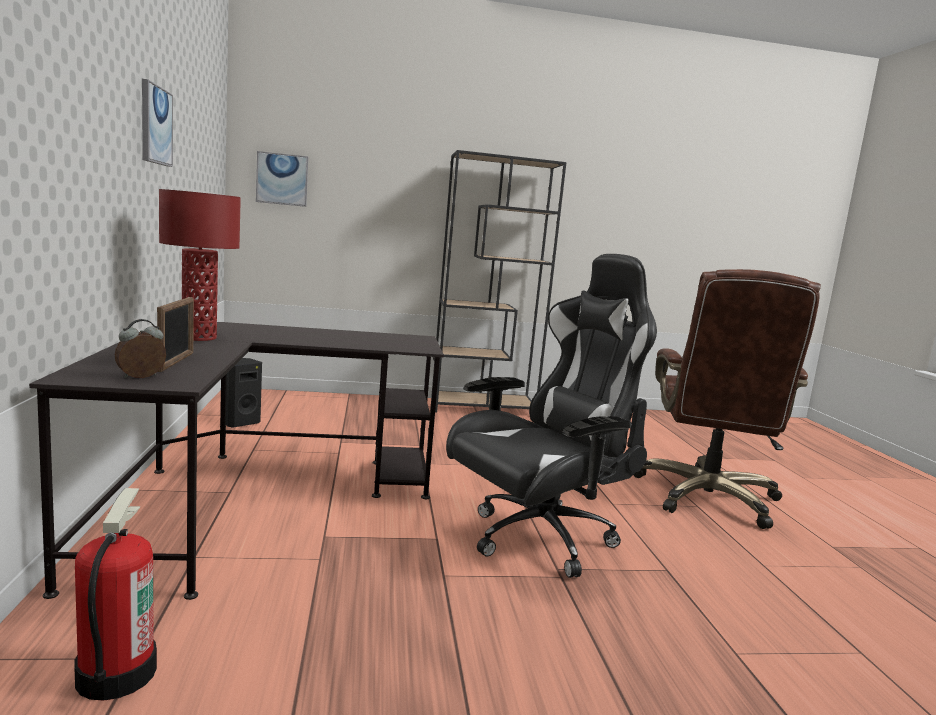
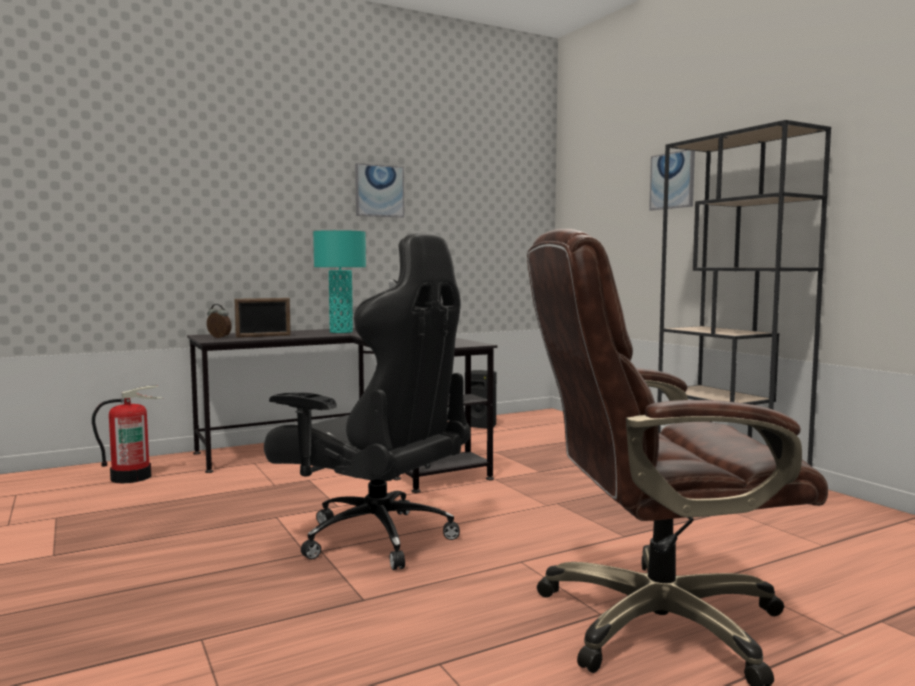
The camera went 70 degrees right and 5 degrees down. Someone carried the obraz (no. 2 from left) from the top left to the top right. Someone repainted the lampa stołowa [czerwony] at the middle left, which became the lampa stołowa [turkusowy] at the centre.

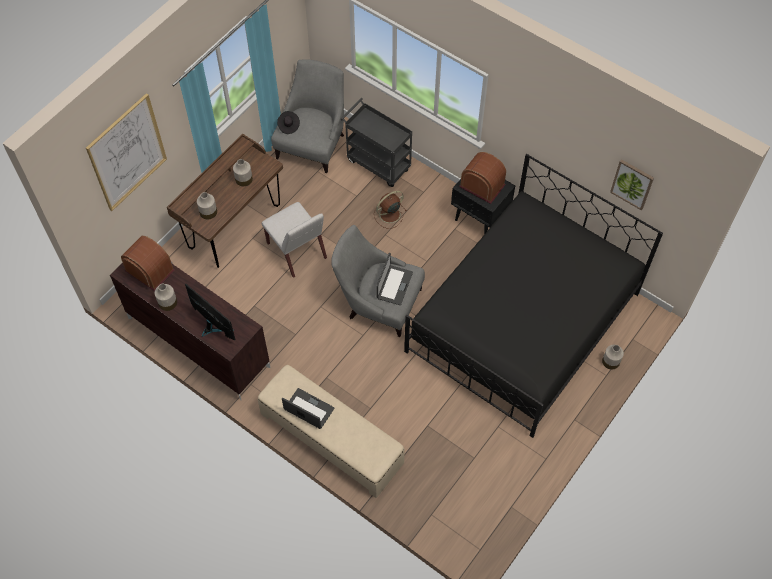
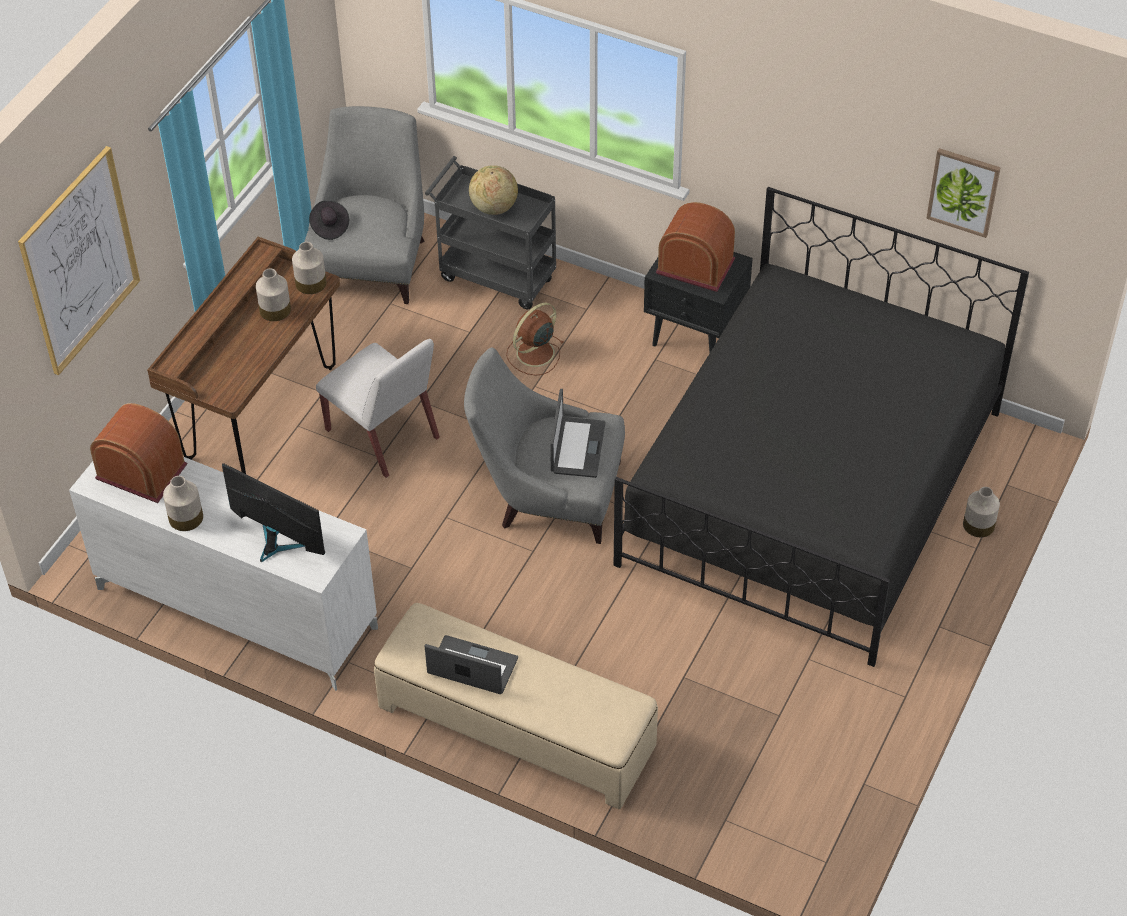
The camera went 10 degrees left and 10 degrees down. Someone put down the globus at the top centre. Someone carried the wazon [beżowy] (no. 2 from left in the first image) from the middle left to the top left. Someone repainted the komoda [brązowy] at the middle left, which became the komoda [biały] at the middle left.

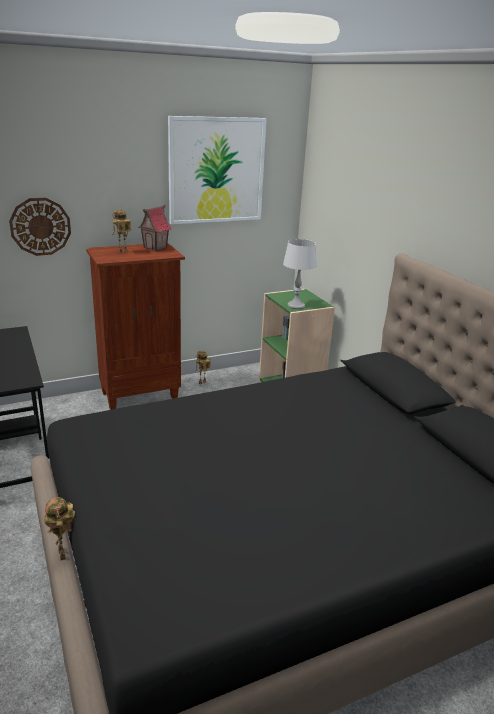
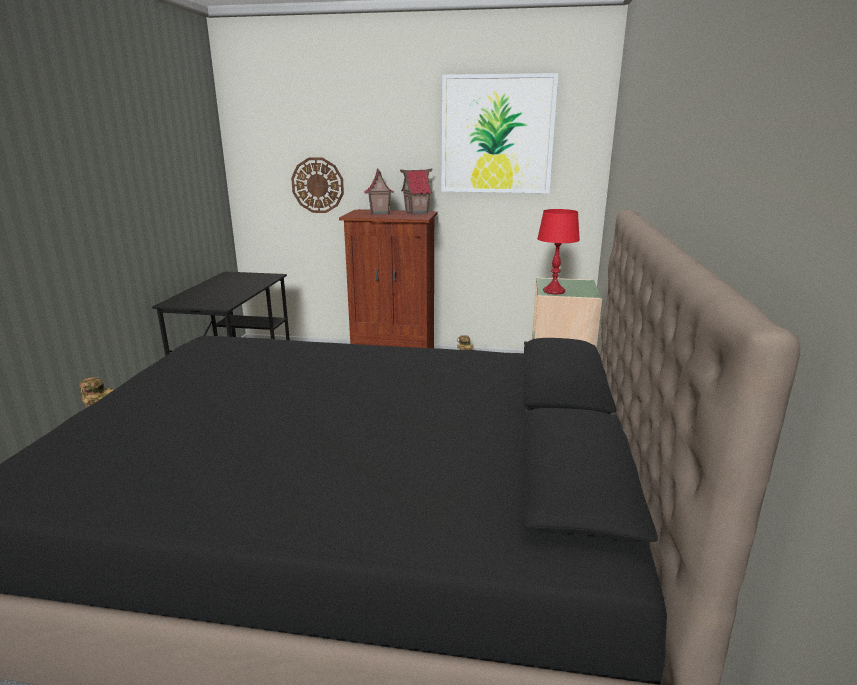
The camera went 35 degrees right and 5 degrees down. Someone swapped the robot zabawkowy (no. 2 from left) at the top left for the domek (no. 1 from left) at the top centre. Someone repainted the lampa stołowa [szary] at the centre, which became the lampa stołowa [czerwony] at the centre.

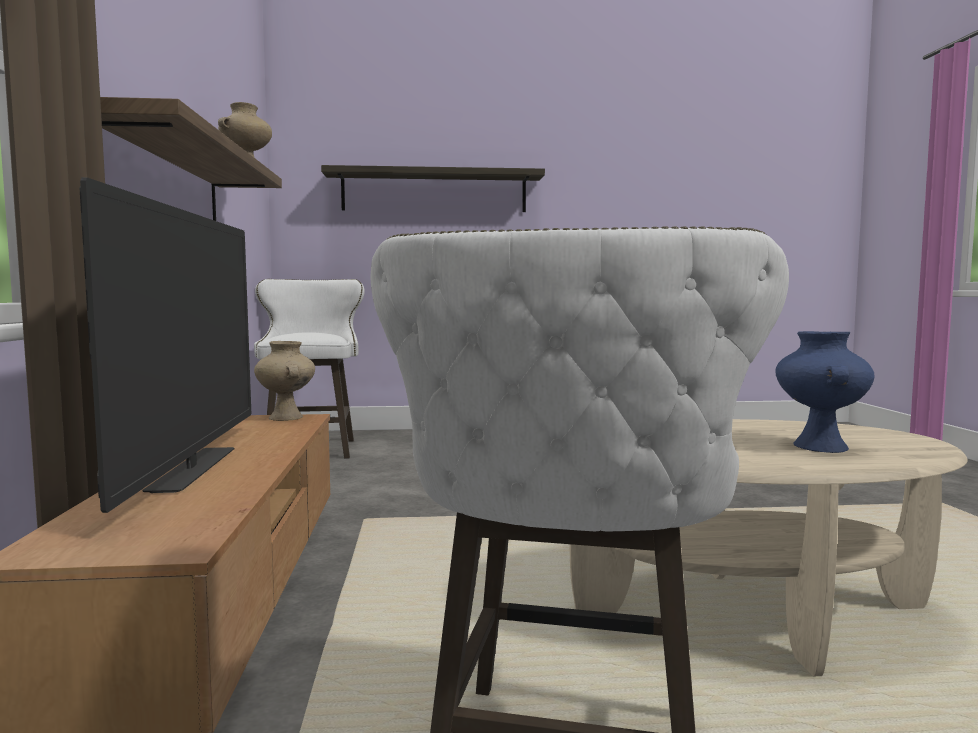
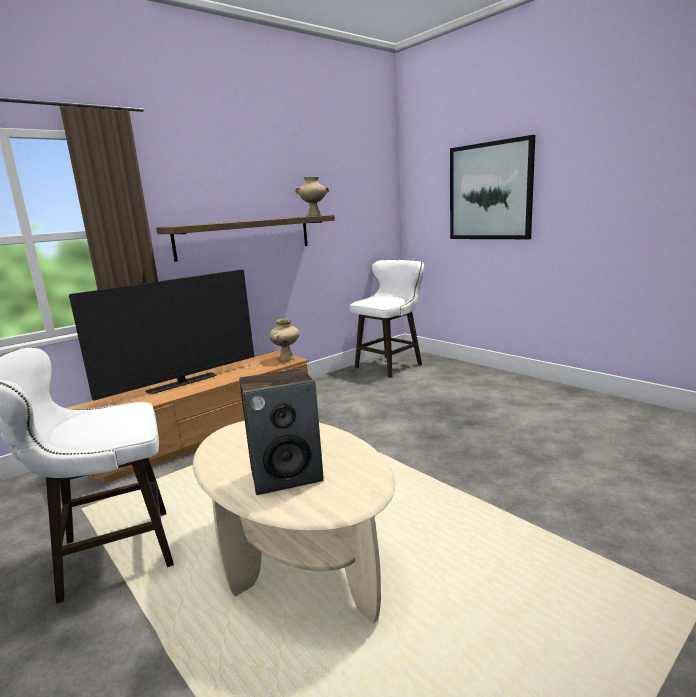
The camera went 55 degrees right and 10 degrees up. Someone swapped the półka (no. 2 from left) at the top centre for the obraz at the top right. Someone swapped the wazon [niebieski] at the middle right for the głośnik at the centre.

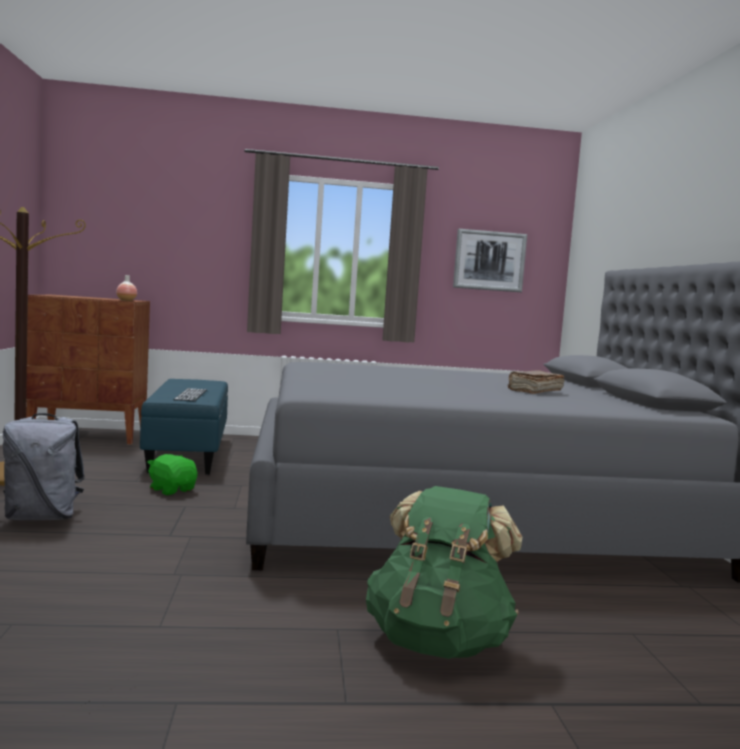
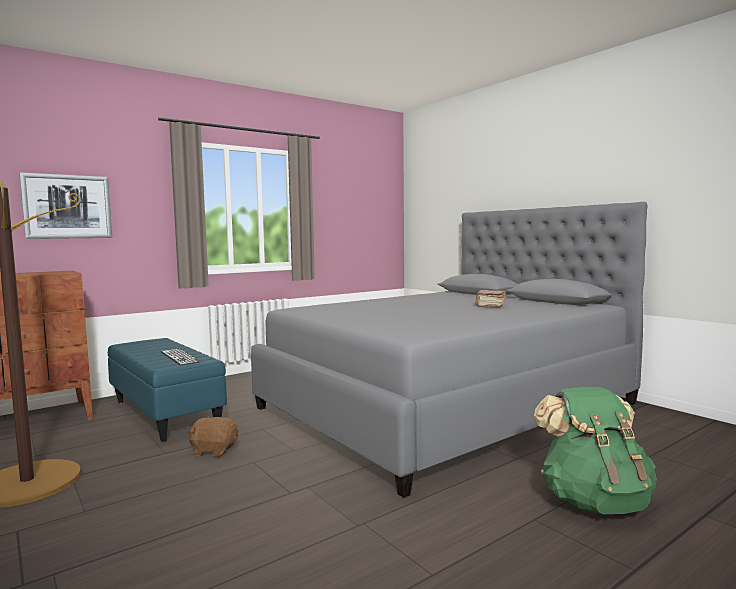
The camera went 30 degrees left and 0 degrees up. Someone took away the plecak [szary] at the middle left. Someone took away the wazon at the middle left. Someone carried the obraz from the centre to the middle left. Someone repainted the pluszak [zielony] at the middle left, which became the pluszak [brązowy] at the bottom left.

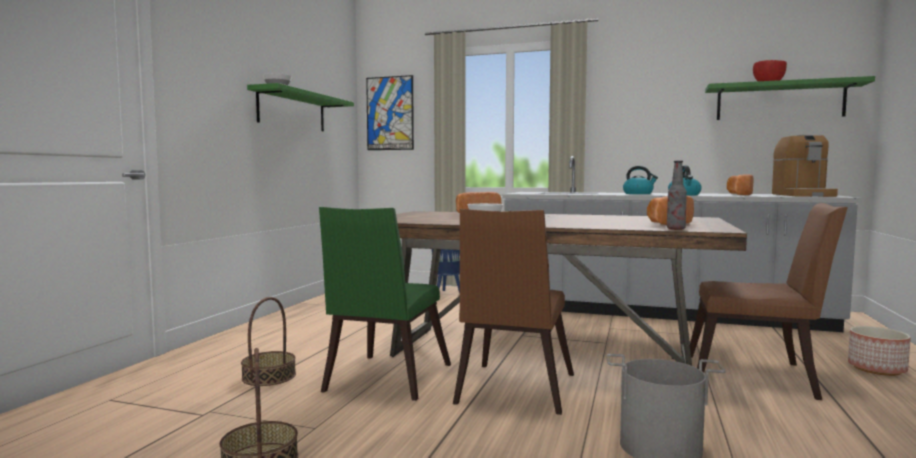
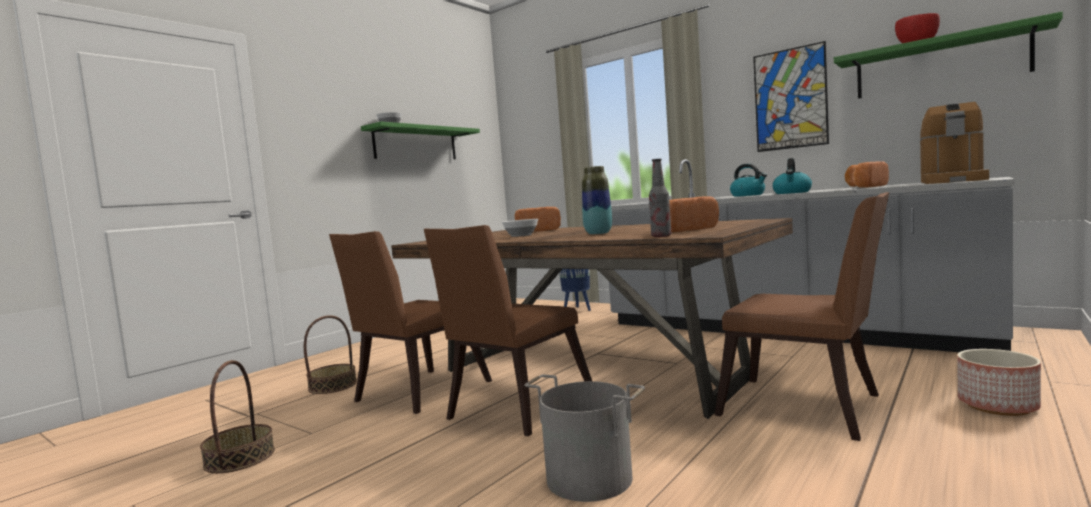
The camera went 20 degrees right and 0 degrees up. Someone put down the wazon at the centre. Someone carried the obraz from the top centre to the top right. Someone repainted the krzesło [zielony] at the centre, which became the krzesło [brązowy] (no. 1 from left) at the centre.

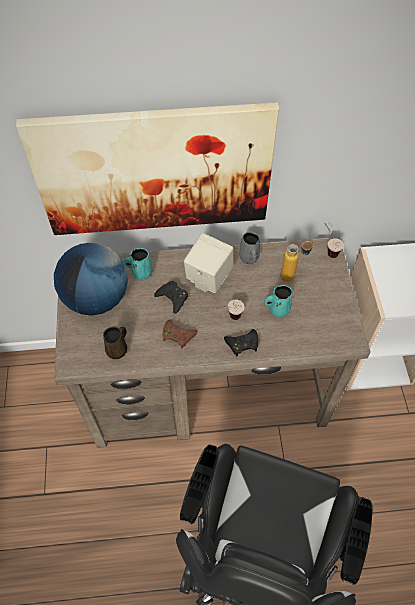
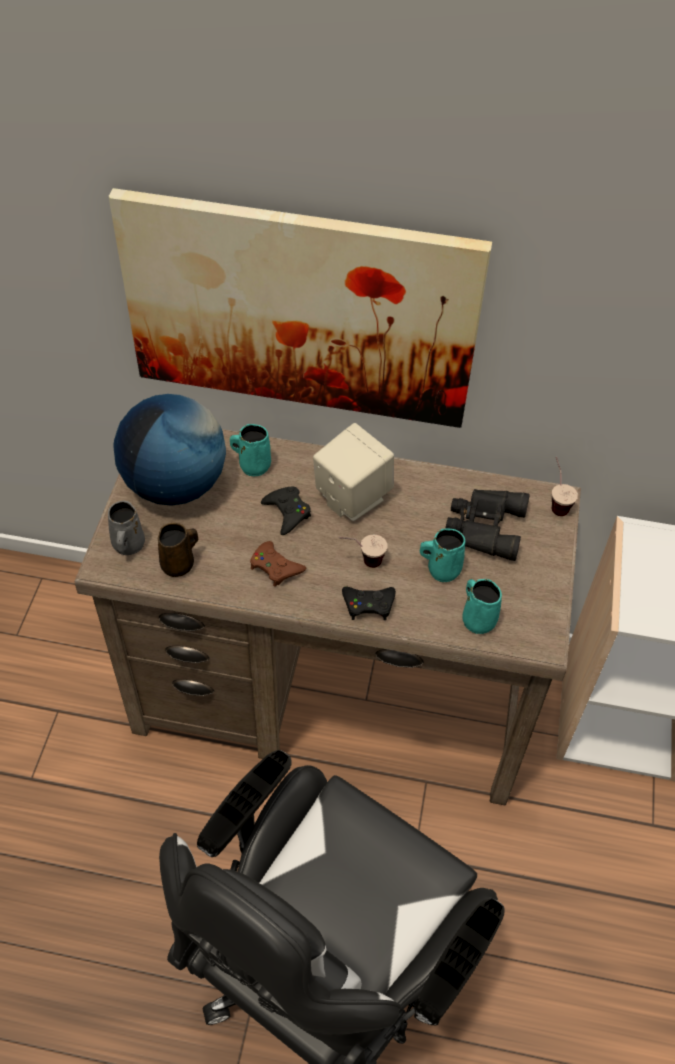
The camera went 15 degrees right and 5 degrees down. Someone put down the kubek [turkusowy] (no. 3 from left) at the middle right. Someone carried the kubek [szary] from the centre to the middle left. Someone swapped the butelka at the middle right for the lornetka [czarny] at the middle right.

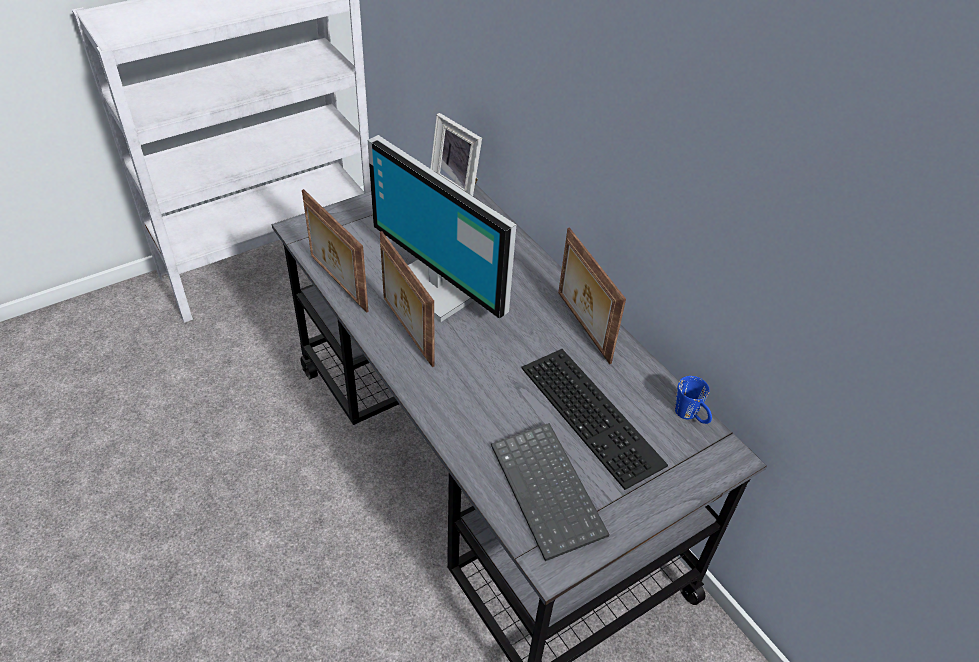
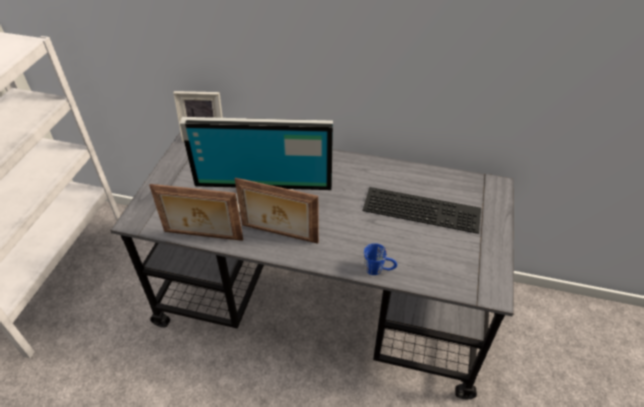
The camera went 40 degrees left and 0 degrees up. Someone took away the klawiatura (no. 1 from left) at the bottom centre. Someone took away the ramka na zdjęcie (no. 4 from left) at the centre. Someone carried the kubek [niebieski] from the middle right to the centre.

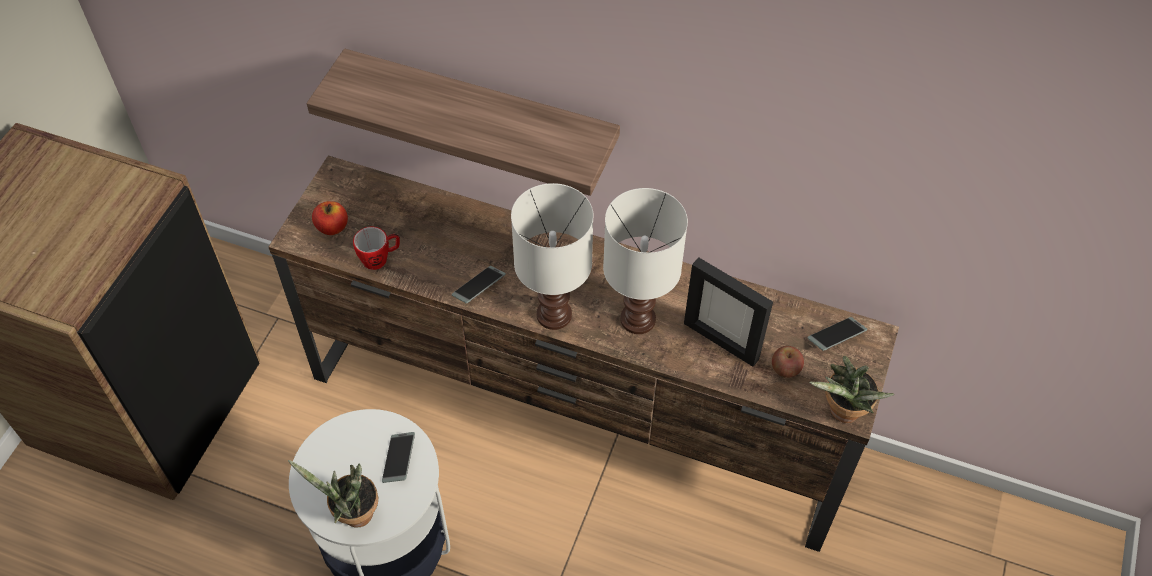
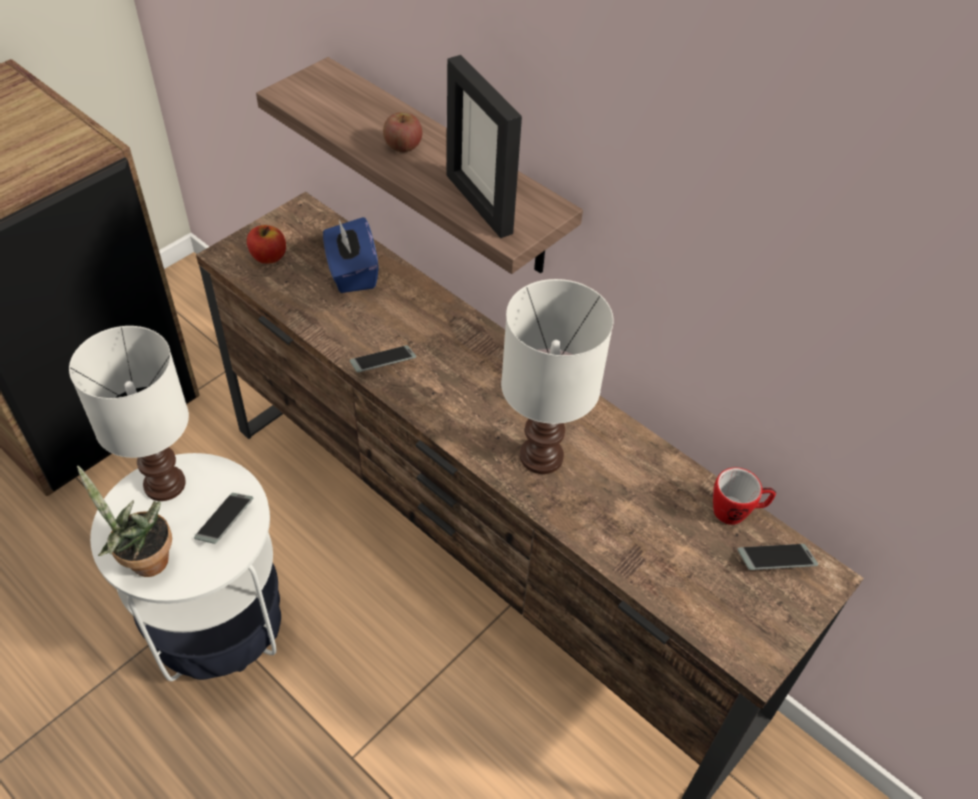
The camera went 20 degrees right and 5 degrees down. Someone took away the roślina doniczkowa (no. 2 from left) at the bottom right. Someone put down the pudełko chusteczek [niebieski] at the top centre. Someone carried the kubek from the middle left to the middle right. Someone carried the lampa stołowa [biały] (no. 1 from left) from the centre to the middle left. Someone carried the ramka na zdjęcie from the centre to the top centre. Someone carried the jabłko (no. 2 from left) from the middle right to the top centre.

